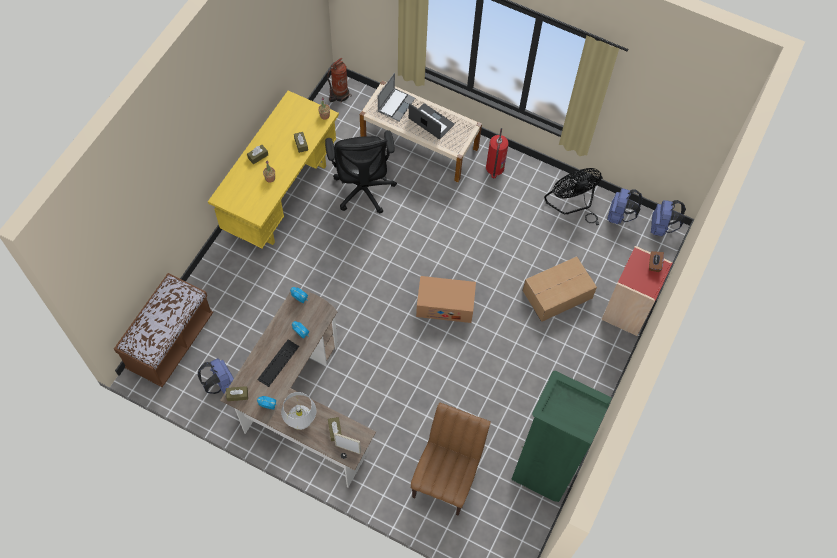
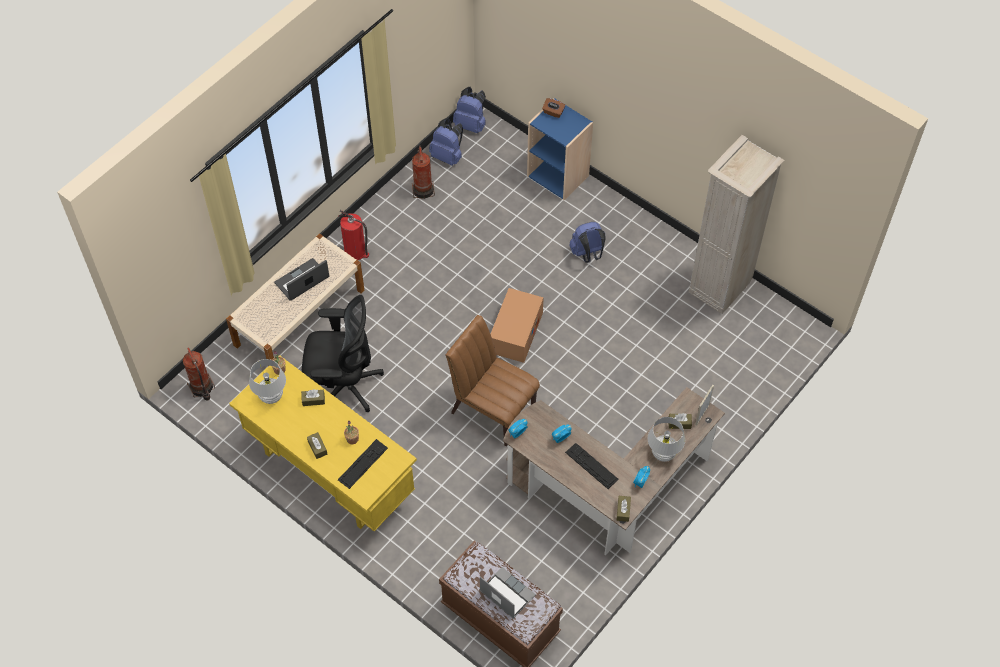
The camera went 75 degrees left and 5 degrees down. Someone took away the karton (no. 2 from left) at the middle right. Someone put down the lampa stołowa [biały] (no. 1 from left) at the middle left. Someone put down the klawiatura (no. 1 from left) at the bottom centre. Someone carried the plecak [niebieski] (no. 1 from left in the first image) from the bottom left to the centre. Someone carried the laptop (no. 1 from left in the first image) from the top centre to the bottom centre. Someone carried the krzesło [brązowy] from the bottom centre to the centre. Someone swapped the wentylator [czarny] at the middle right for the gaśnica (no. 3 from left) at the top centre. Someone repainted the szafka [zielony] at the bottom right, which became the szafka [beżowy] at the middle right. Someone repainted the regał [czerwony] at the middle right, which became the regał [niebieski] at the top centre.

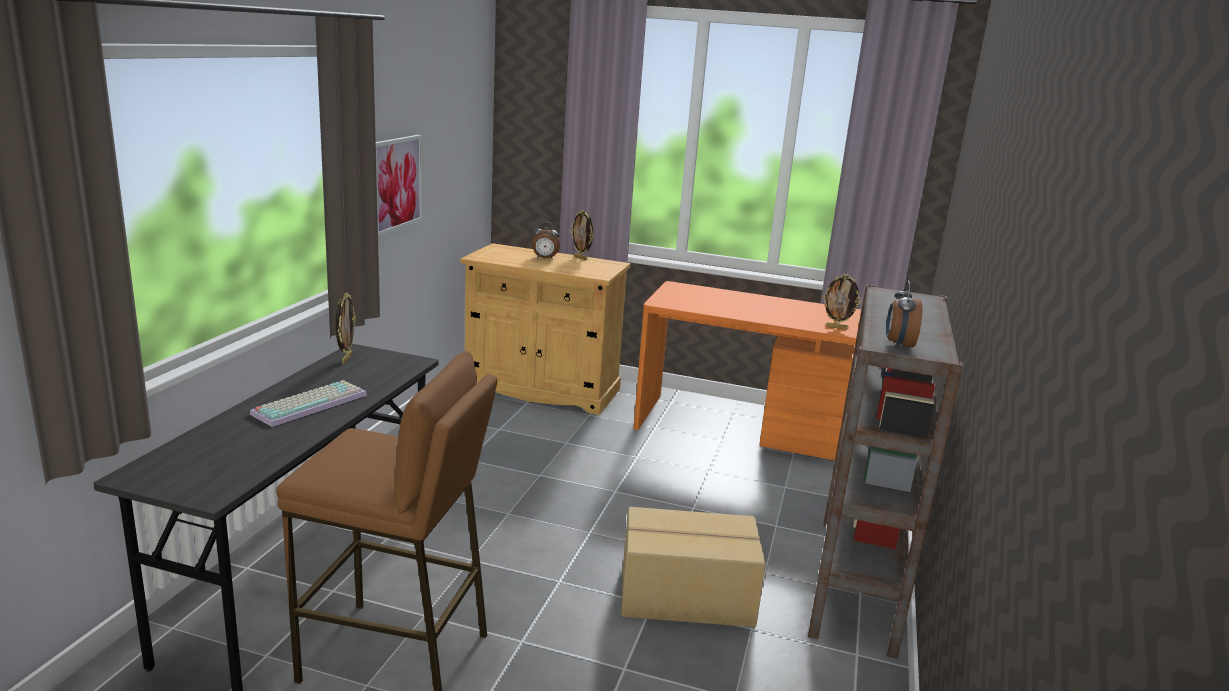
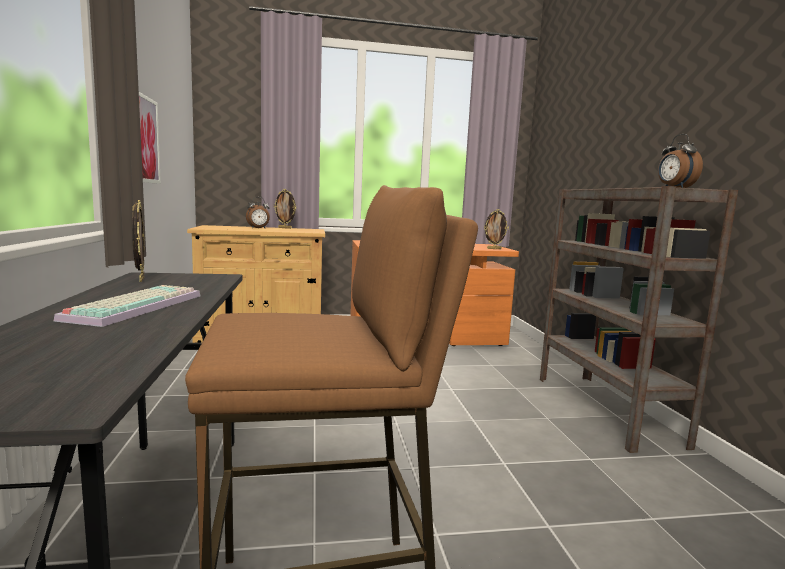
The camera went 25 degrees left and 10 degrees down. Someone took away the karton at the bottom centre.

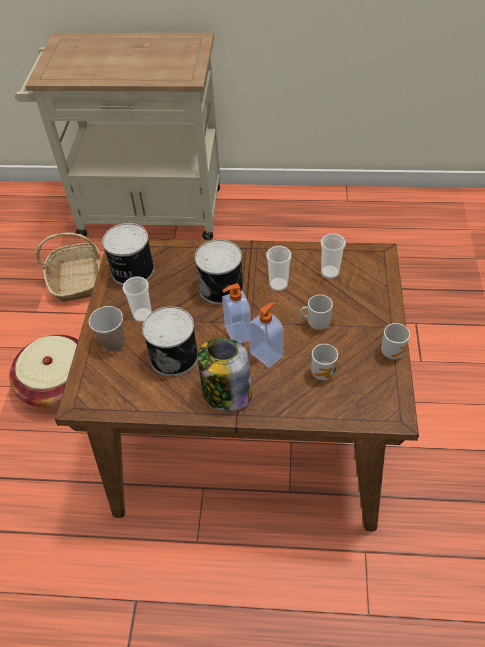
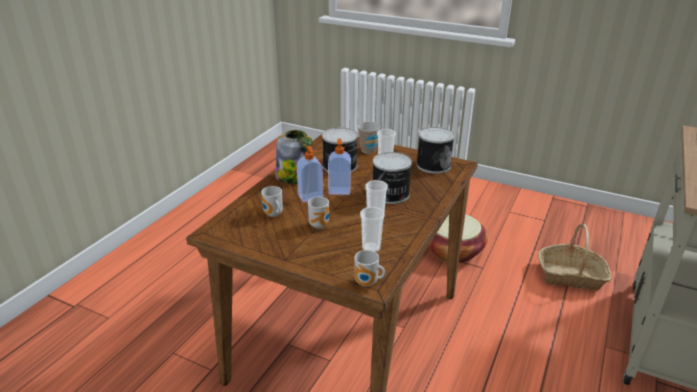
The camera went 110 degrees right and 20 degrees down. Someone carried the kubek (no. 3 from left) from the middle right to the bottom centre.

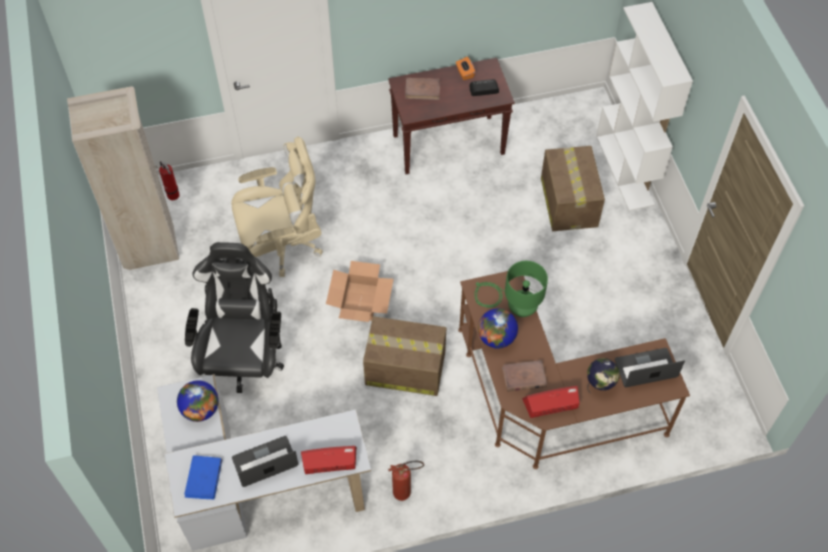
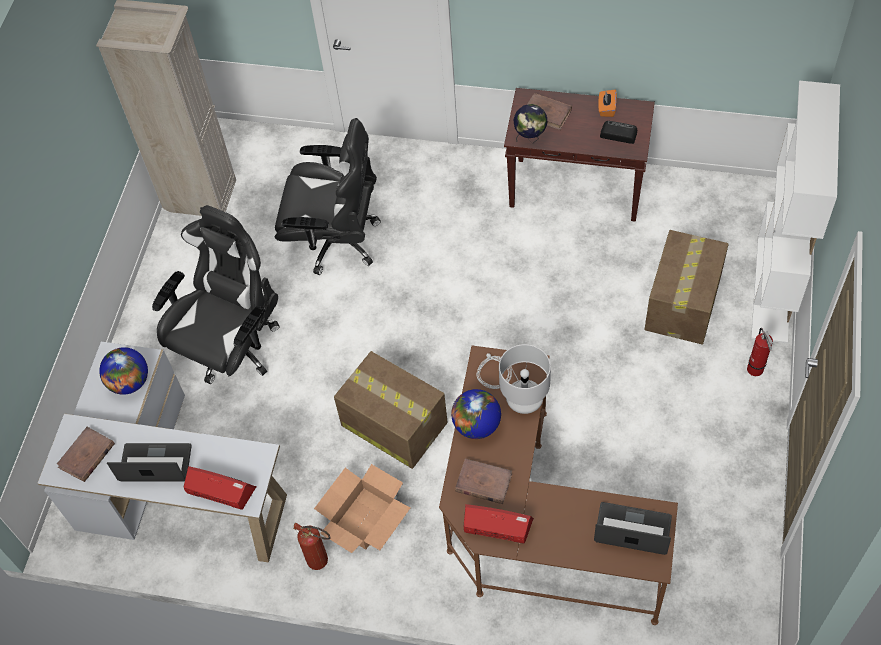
The camera went 30 degrees right and 0 degrees up. Someone carried the gaśnica (no. 1 from left in the first image) from the top left to the middle right. Someone carried the karton (no. 1 from left) from the centre to the bottom centre. Someone carried the globus (no. 3 from left) from the bottom right to the top centre. Someone repainted the książka [niebieski] at the bottom left, which became the książka [brązowy] (no. 1 from left) at the bottom left. Someone repainted the krzesło biurowe [beżowy] at the centre, which became the krzesło biurowe [czarny] (no. 2 from left) at the top centre. Someone repainted the lampa stołowa [zielony] at the centre, which became the lampa stołowa [szary] at the centre.

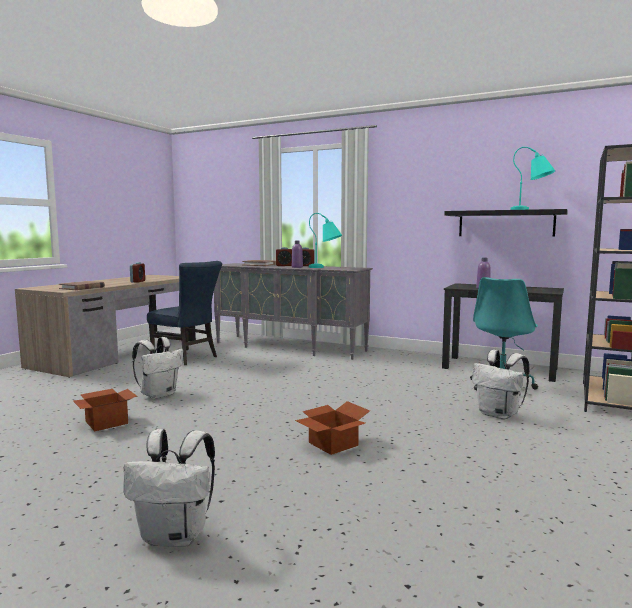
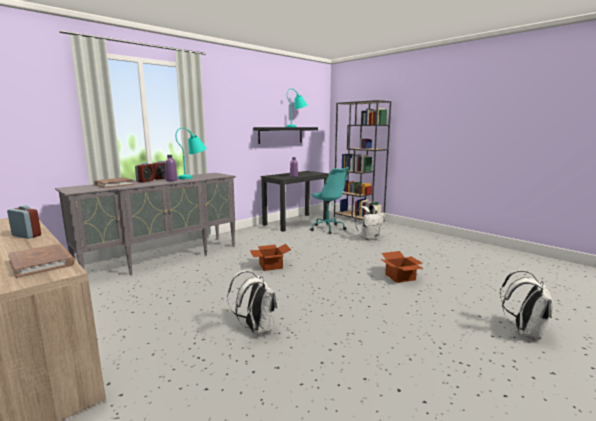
The camera went 70 degrees left and 5 degrees up. Someone took away the krzesło [niebieski] at the middle left. Someone carried the karton (no. 1 from left) from the bottom left to the centre.

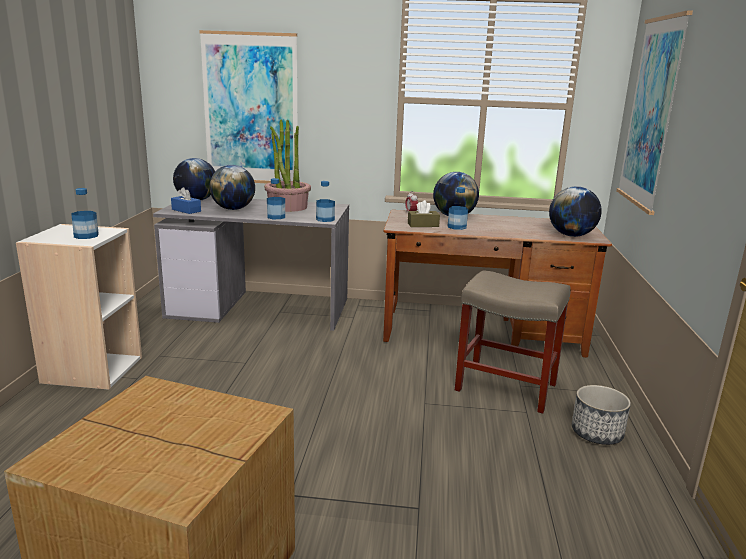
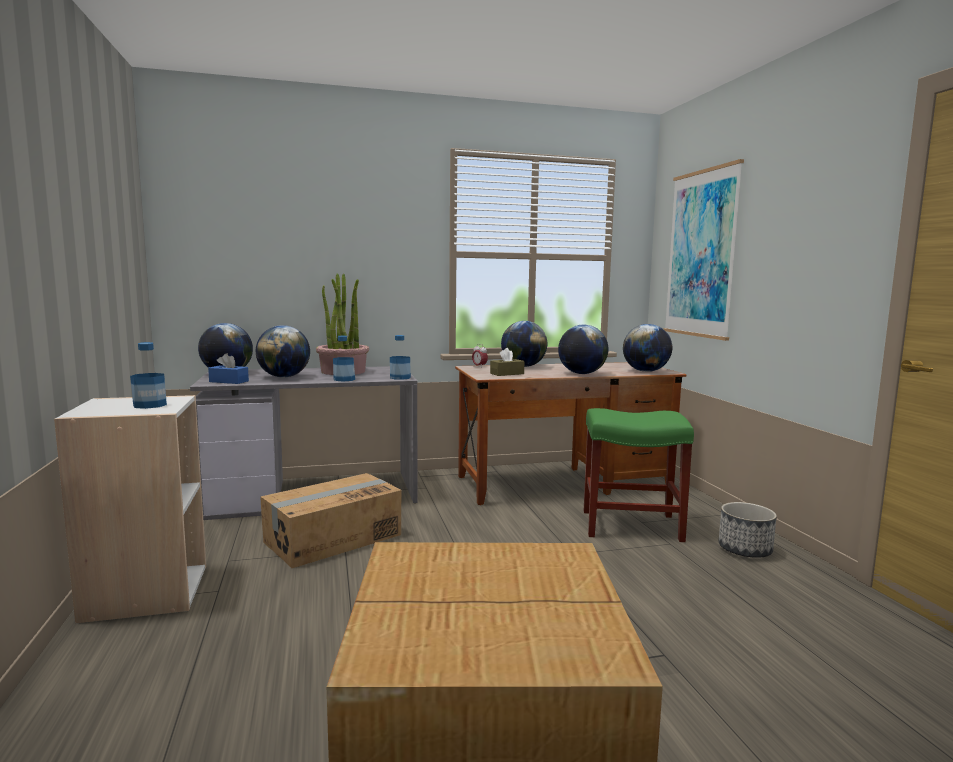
The camera went 20 degrees left and 10 degrees down. Someone took away the obraz (no. 1 from left) at the top left. Someone took away the butelka (no. 4 from left) at the centre. Someone put down the karton (no. 1 from left) at the bottom centre. Someone put down the globus (no. 4 from left) at the centre. Someone repainted the stołek [beżowy] at the middle right, which became the stołek [zielony] at the middle right.

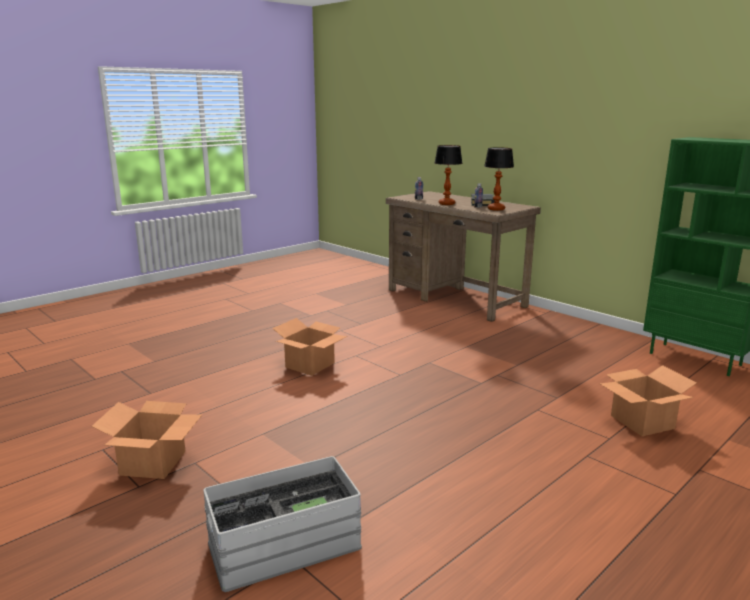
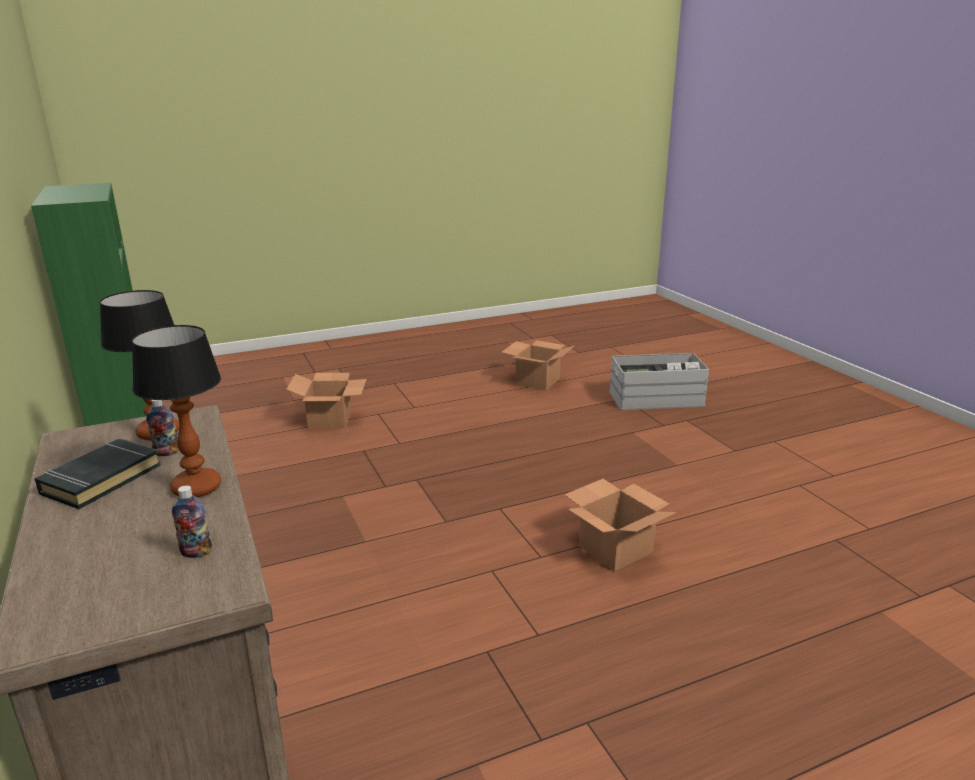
The camera went 160 degrees left and 5 degrees up. Someone carried the karton (no. 1 from left in the first image) from the bottom left to the centre.

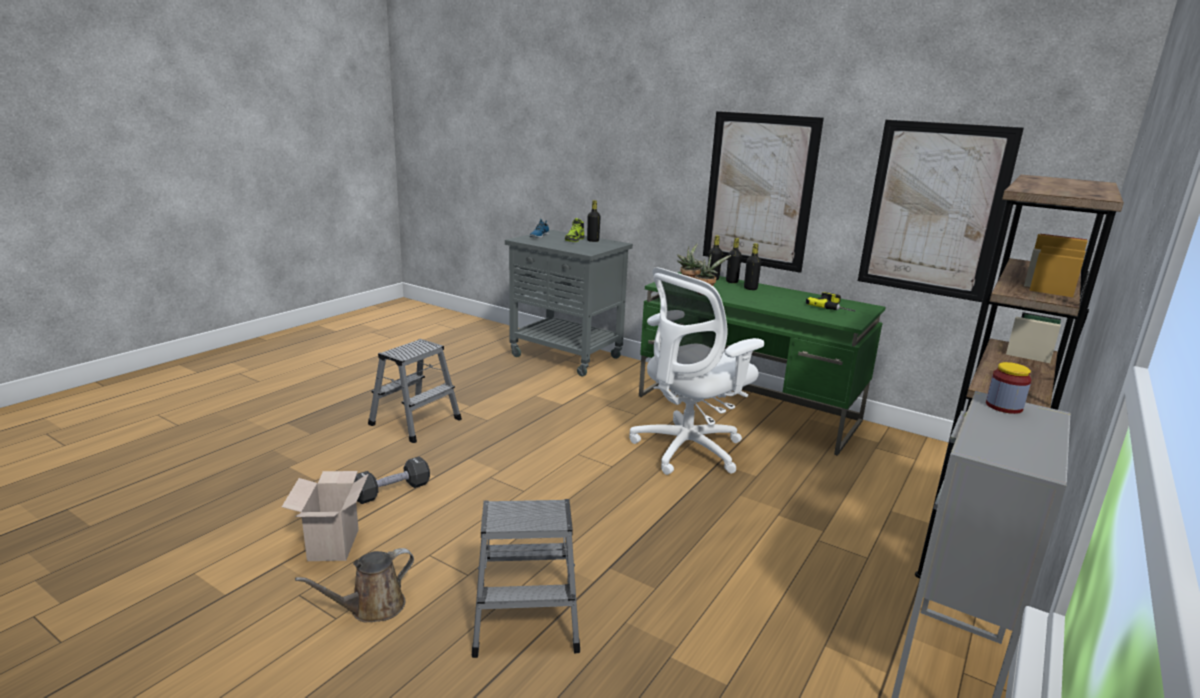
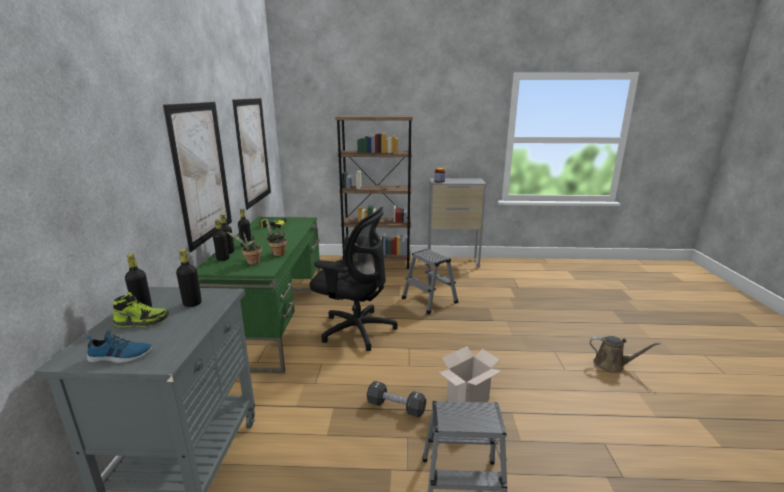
The camera went 120 degrees left and 0 degrees up. Someone put down the butelka [czarny] (no. 2 from left) at the middle left. Someone carried the karton from the bottom left to the bottom centre. Someone carried the hantel [czarny] from the bottom left to the bottom centre. Someone carried the drabinka [szary] (no. 2 from left in the first image) from the bottom centre to the centre. Someone repainted the krzesło biurowe [biały] at the centre, which became the krzesło biurowe [czarny] at the centre.

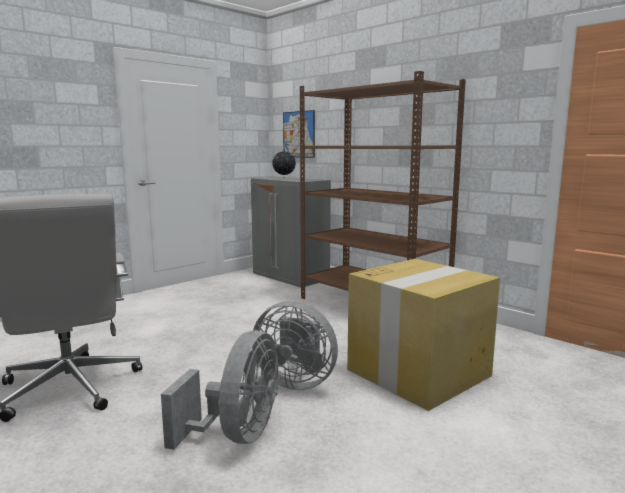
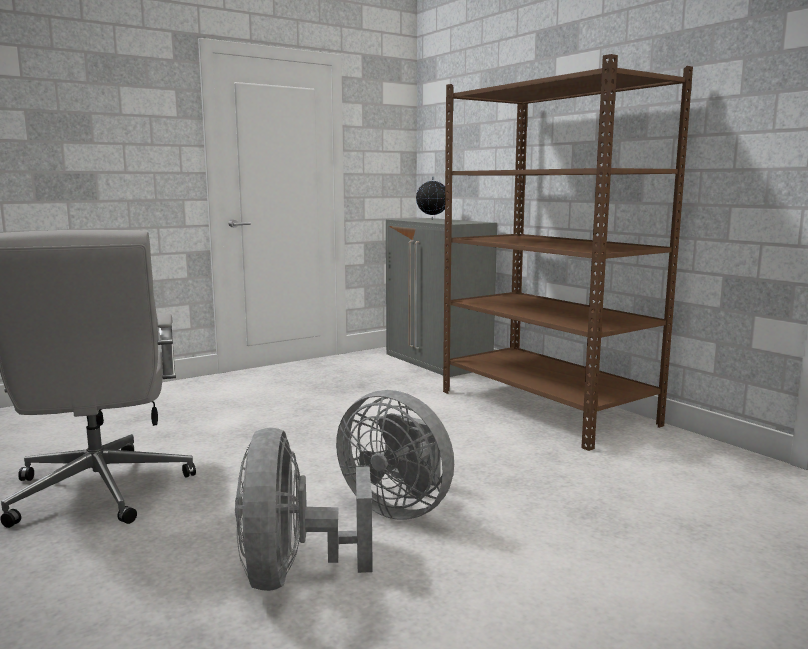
The camera went 10 degrees right and 0 degrees up. Someone took away the obraz at the top centre. Someone took away the karton at the bottom right. Someone rotated the wentylator [szary] (no. 1 from left) at the bottom centre by 150 degrees clockwise.

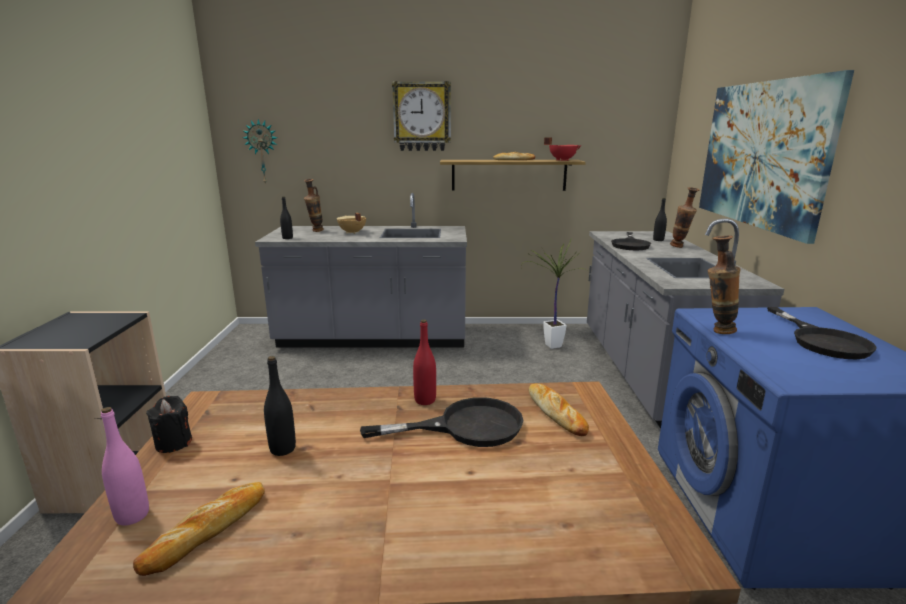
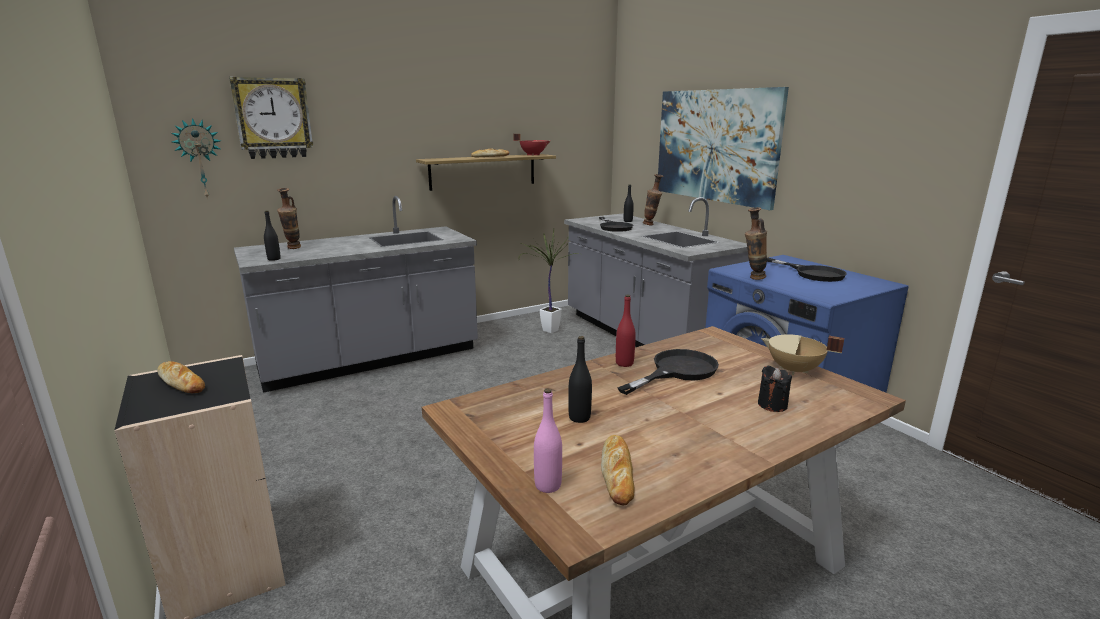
The camera went 30 degrees left and 0 degrees up. Someone carried the świeca [czarny] from the bottom left to the middle right. Someone carried the garnek [beżowy] from the centre to the middle right. Someone carried the zegar ścienny (no. 2 from left) from the top centre to the top left. Someone carried the chleb (no. 3 from left in the first image) from the bottom centre to the middle left.

